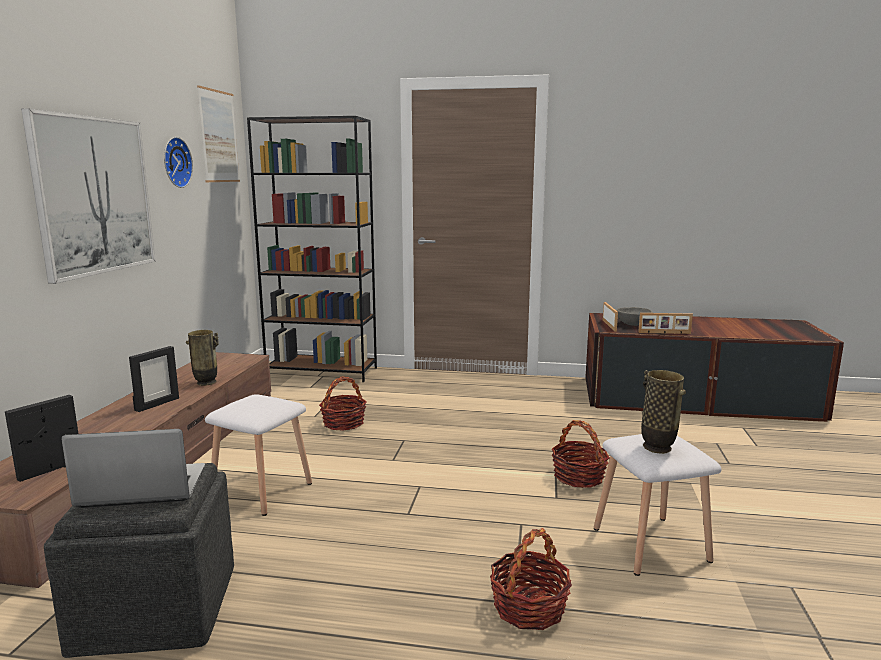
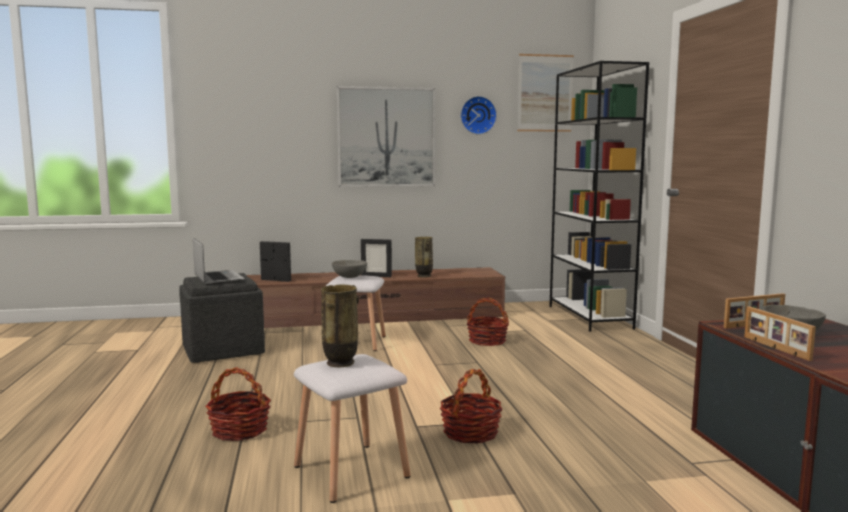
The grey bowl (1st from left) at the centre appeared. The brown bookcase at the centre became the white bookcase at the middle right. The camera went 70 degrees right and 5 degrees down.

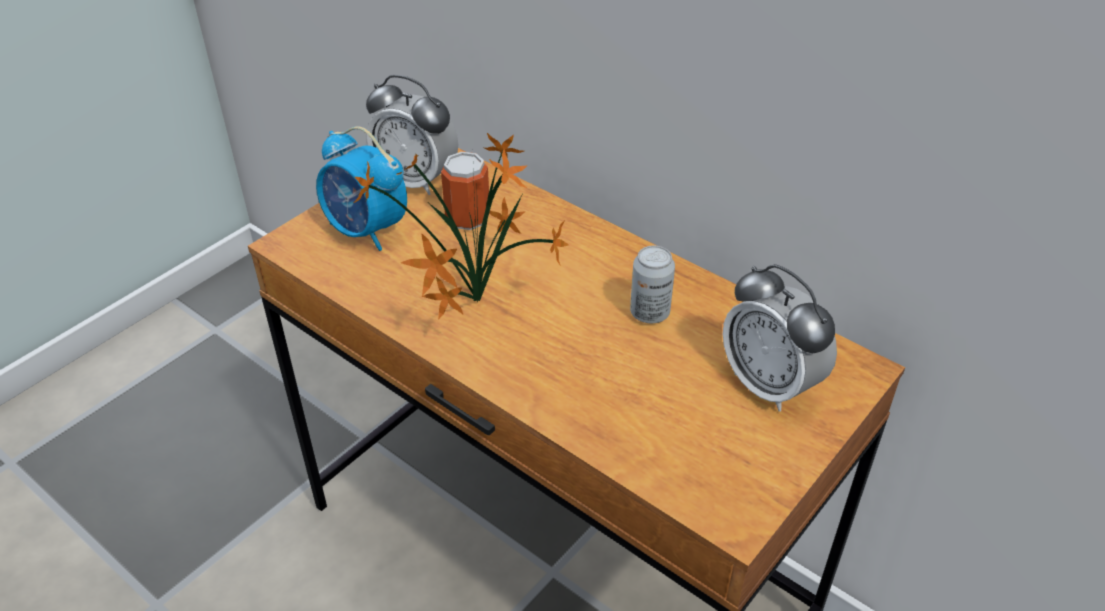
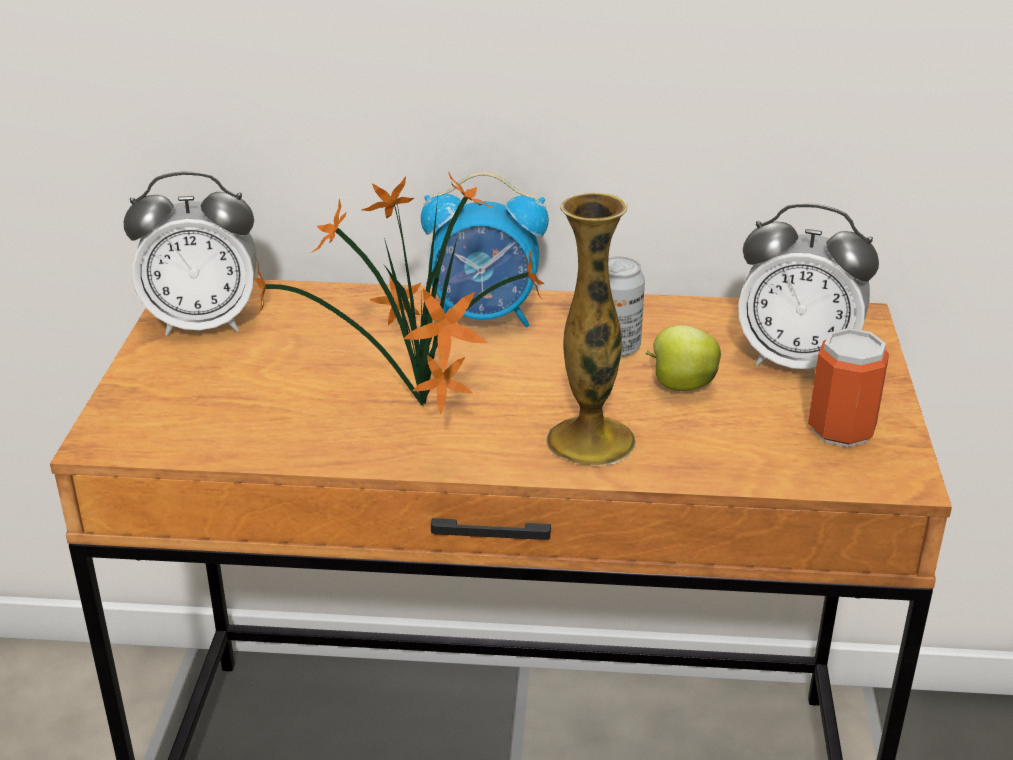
The alarm clock (1st from left in the first image) moved from the top left to the top centre. The vase at the centre appeared. The apple at the middle right appeared. The can (1st from left in the first image) moved from the top centre to the middle right. The camera went 35 degrees left and 10 degrees down.

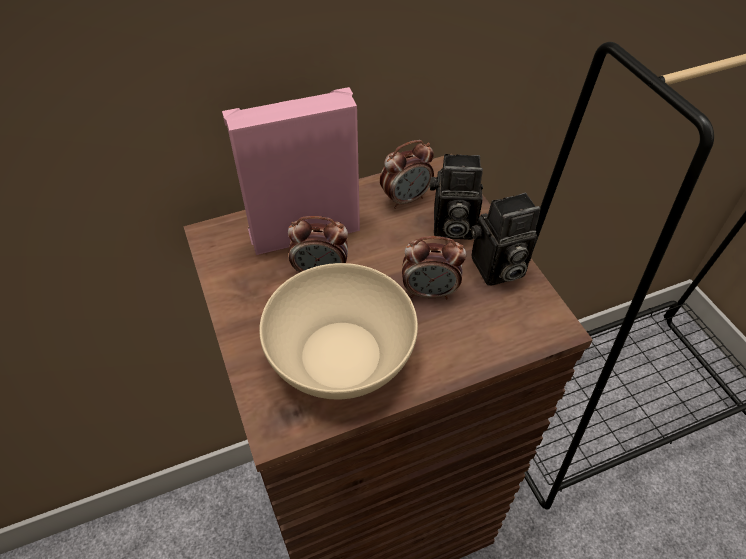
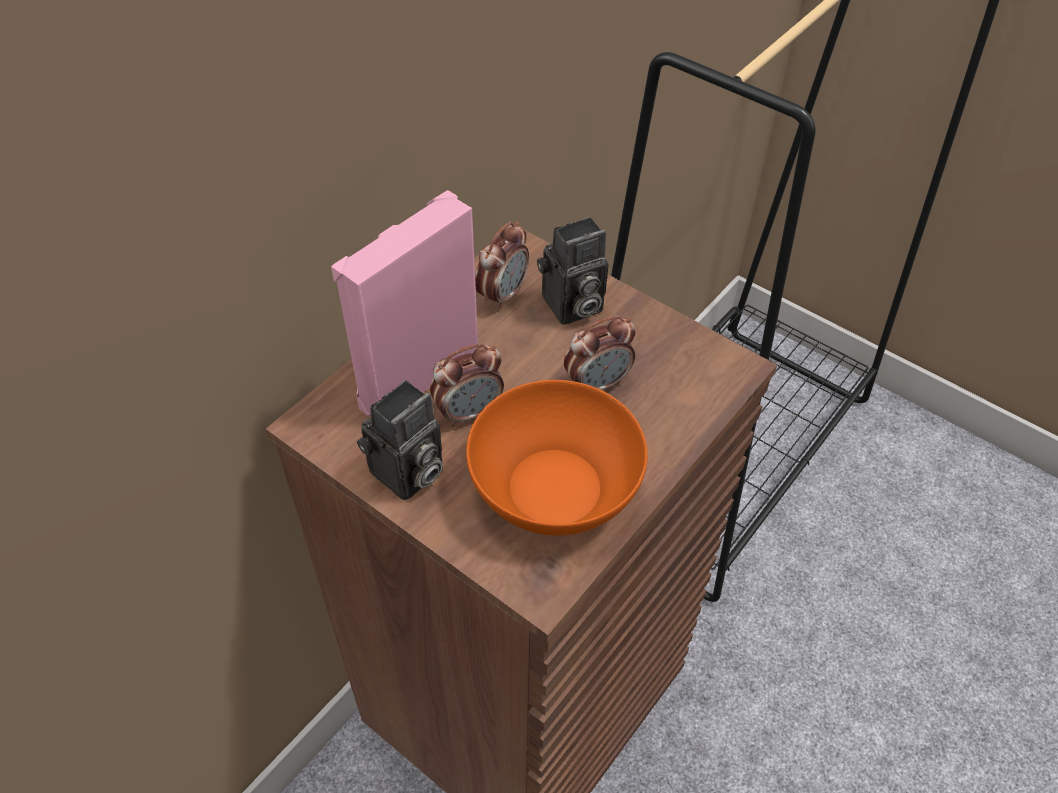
The photo camera (2nd from left in the first image) moved from the middle right to the centre. The beige bowl at the centre became the orange bowl at the centre. The camera went 30 degrees left and 0 degrees up.

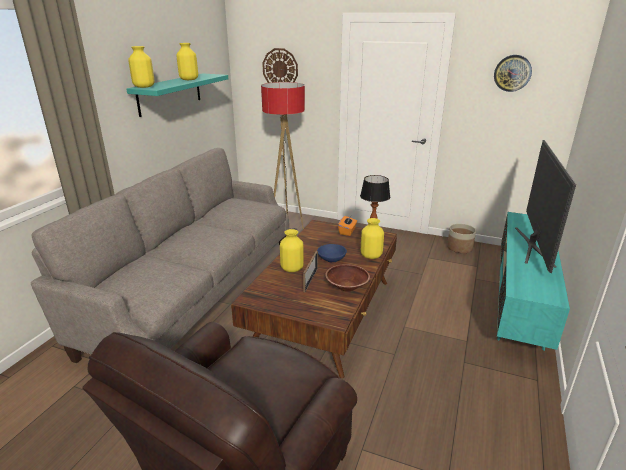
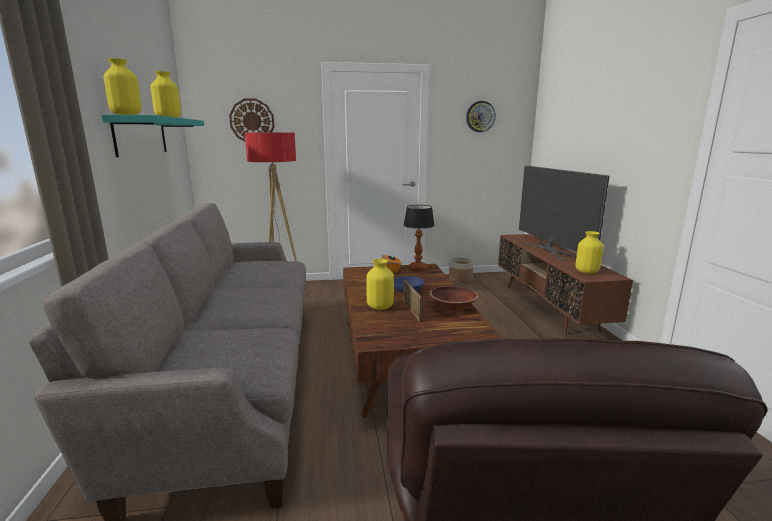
The turquoise tv stand at the middle right became the brown tv stand at the middle right. The yellow vase (4th from left) moved from the centre to the middle right. The camera went 30 degrees left and 10 degrees down.

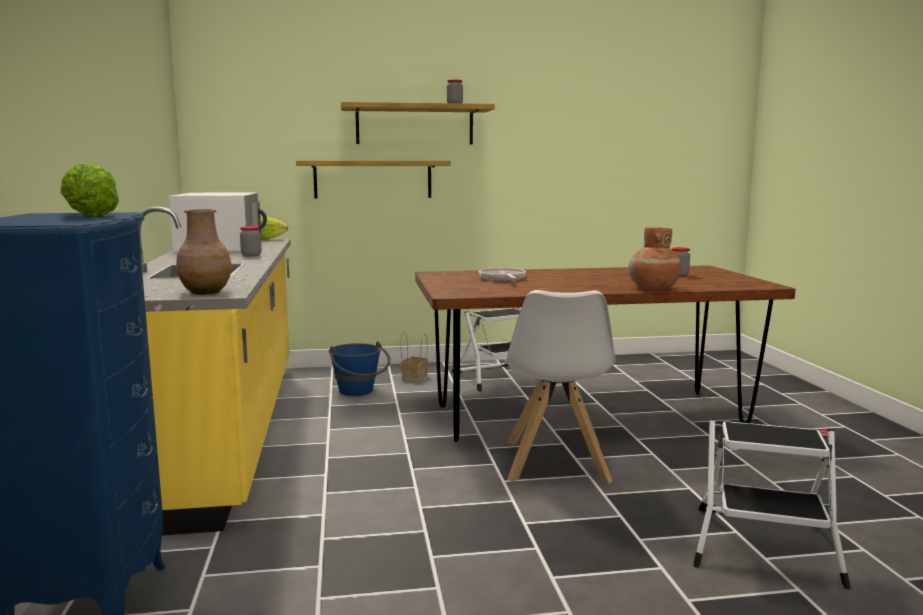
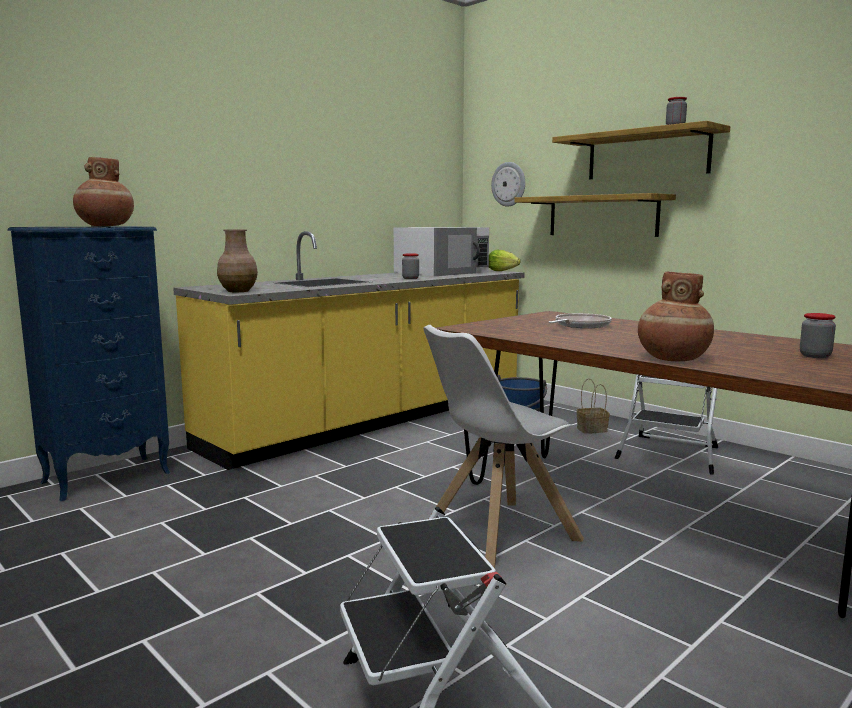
The lettuce (1st from left) at the top left was replaced by the brown vase (1st from left) at the top left. The wall clock at the top centre appeared. The camera went 55 degrees right and 0 degrees up.

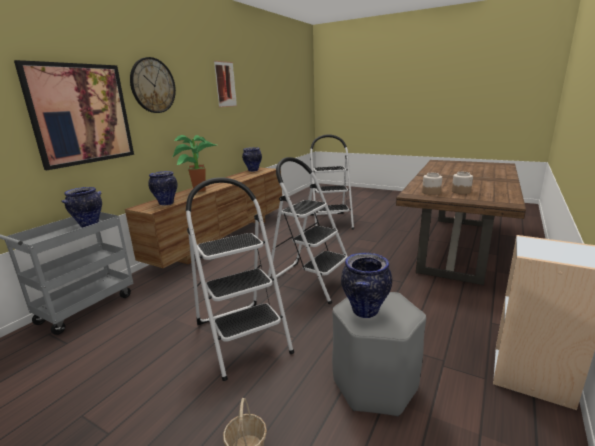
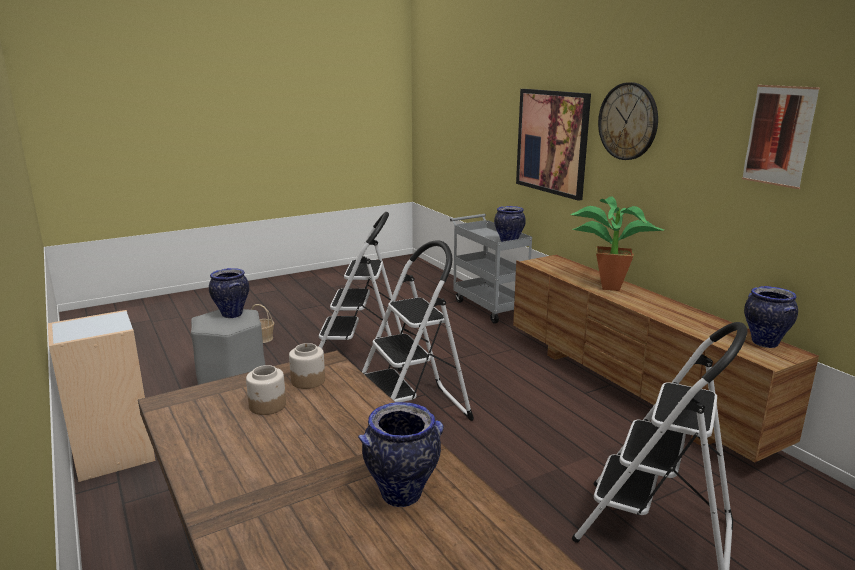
The vase (2nd from left) moved from the middle left to the bottom centre. The camera went 120 degrees right and 0 degrees up.

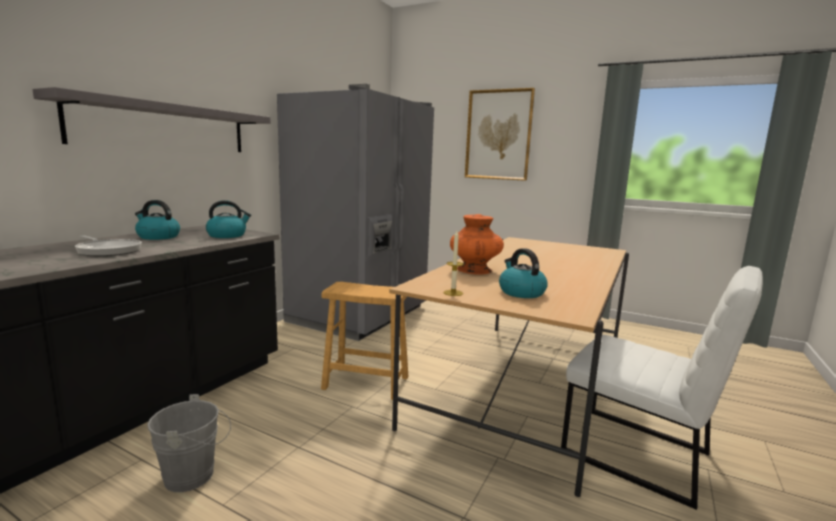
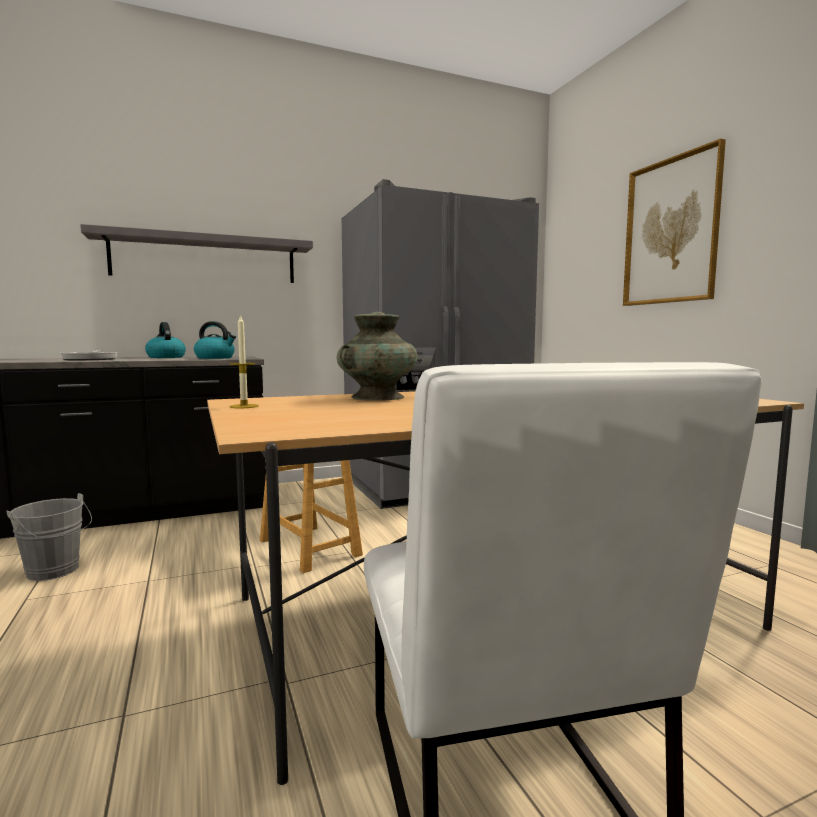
The orange vase at the centre became the turquoise vase at the centre. The kettle (3rd from left) at the centre disappeared. The camera went 40 degrees right and 5 degrees down.

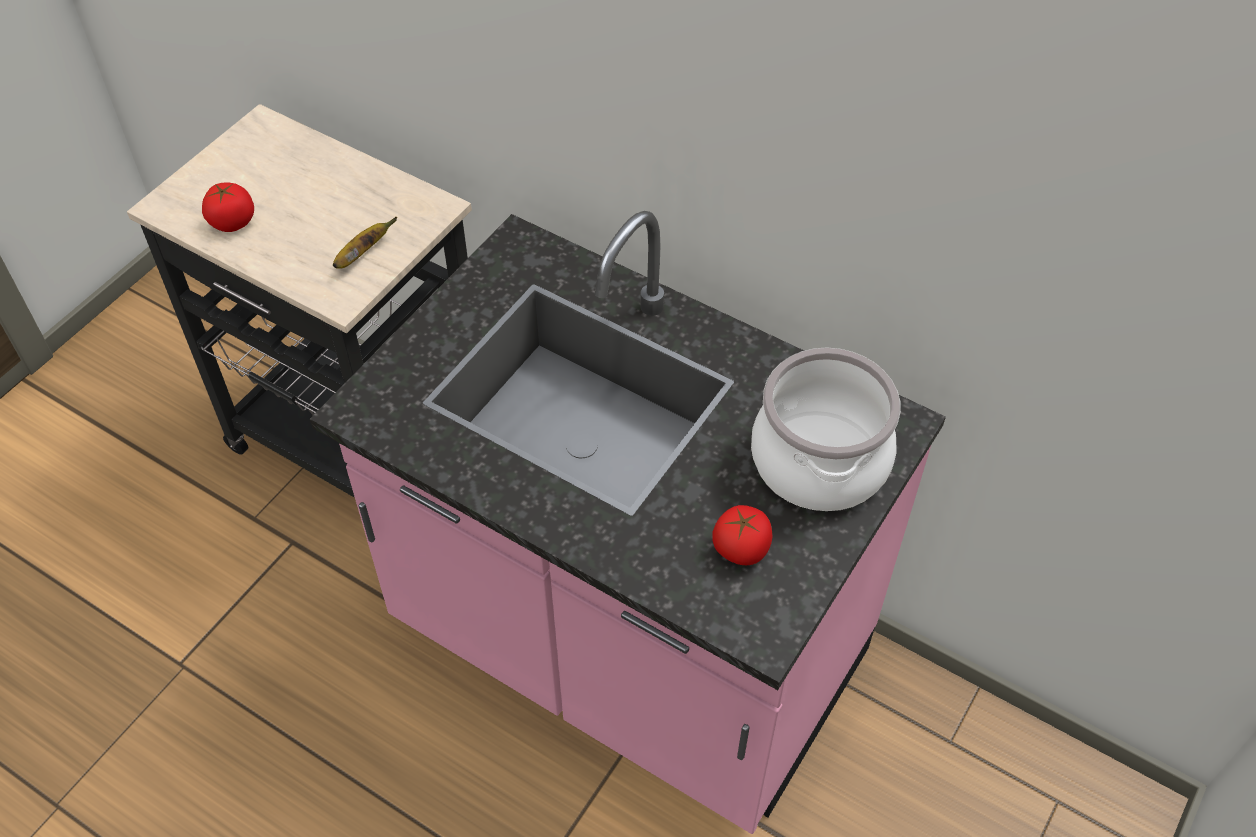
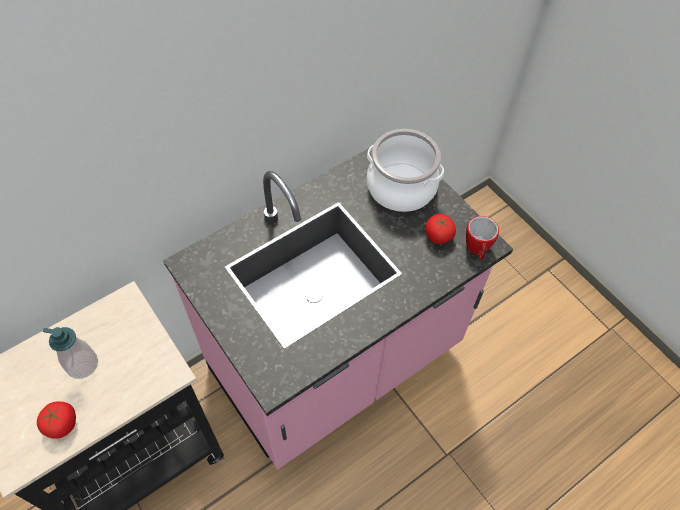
The soap dispenser at the bottom left appeared. The mug at the middle right appeared. The banana at the top left disappeared. The camera went 70 degrees left and 5 degrees up.

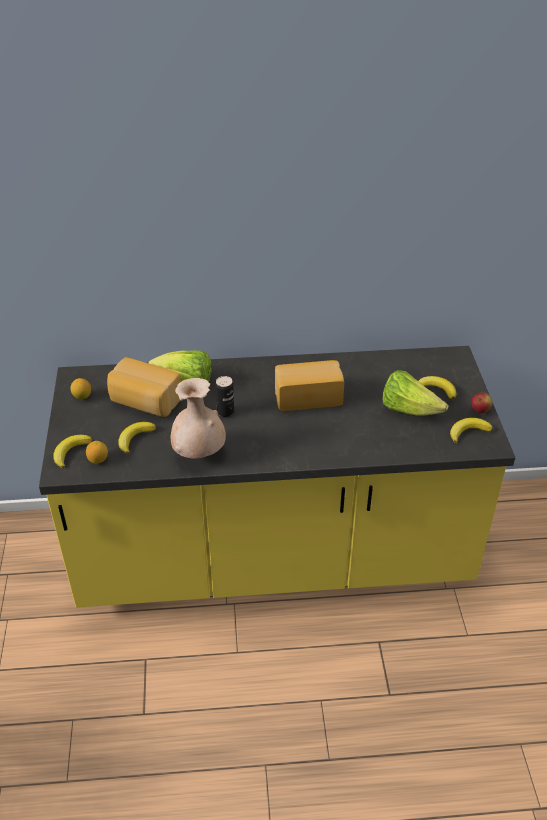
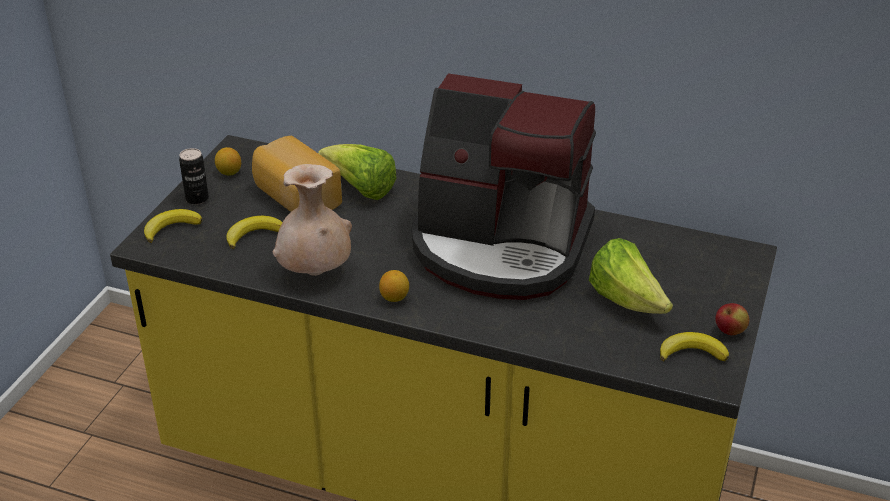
The can moved from the centre to the middle left. The lemon (2nd from left) moved from the middle left to the centre. The bread (2nd from left) at the centre was replaced by the coffee machine at the centre. The banana (3rd from left) at the middle right disappeared. The camera went 25 degrees right and 5 degrees down.

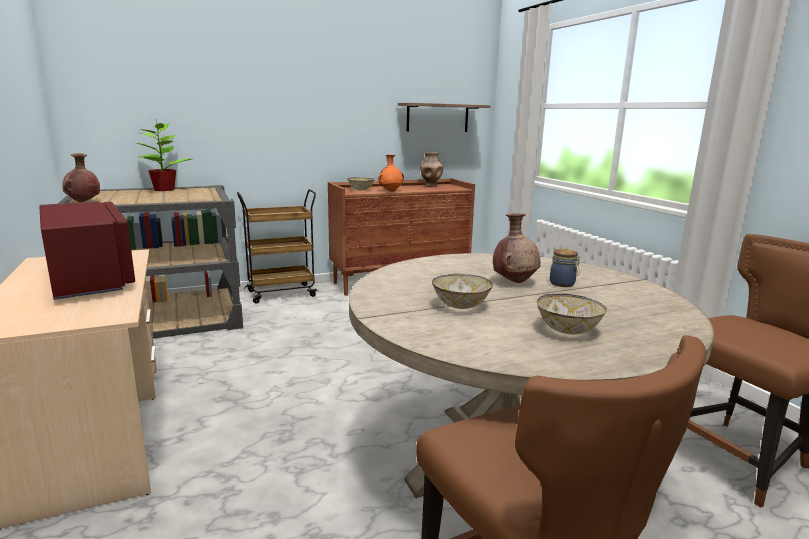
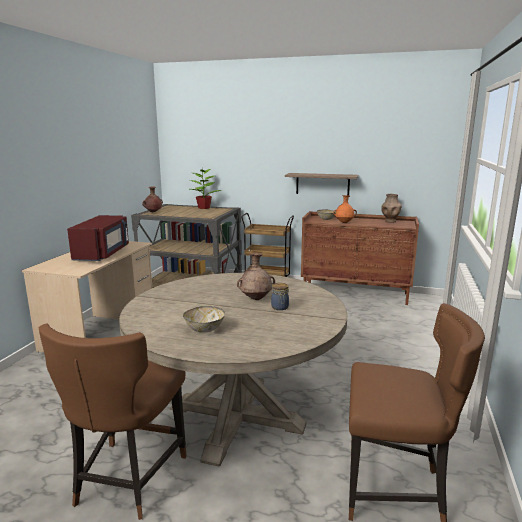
The shelf moved from the top centre to the centre. The bowl (2nd from left) at the centre disappeared. The camera went 40 degrees right and 0 degrees up.

